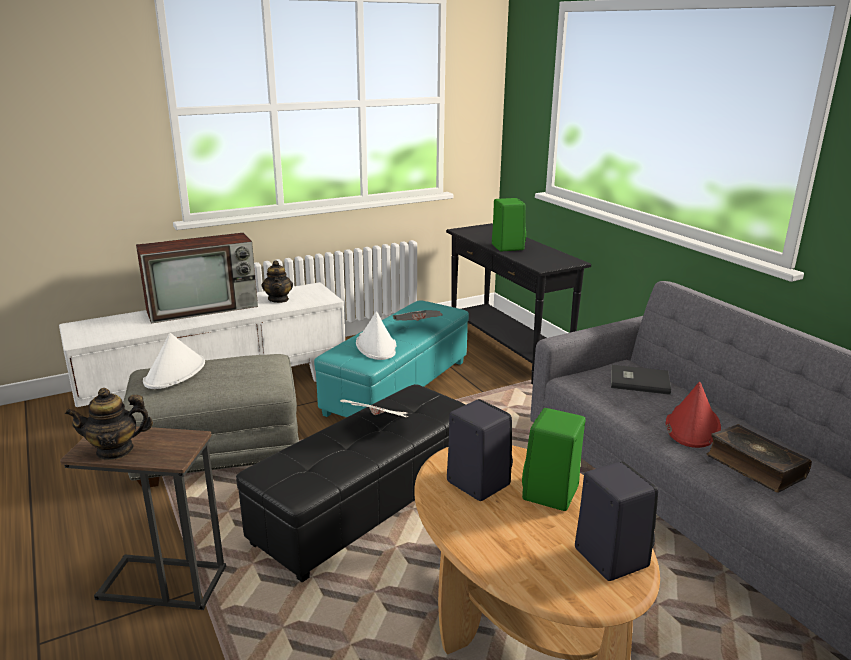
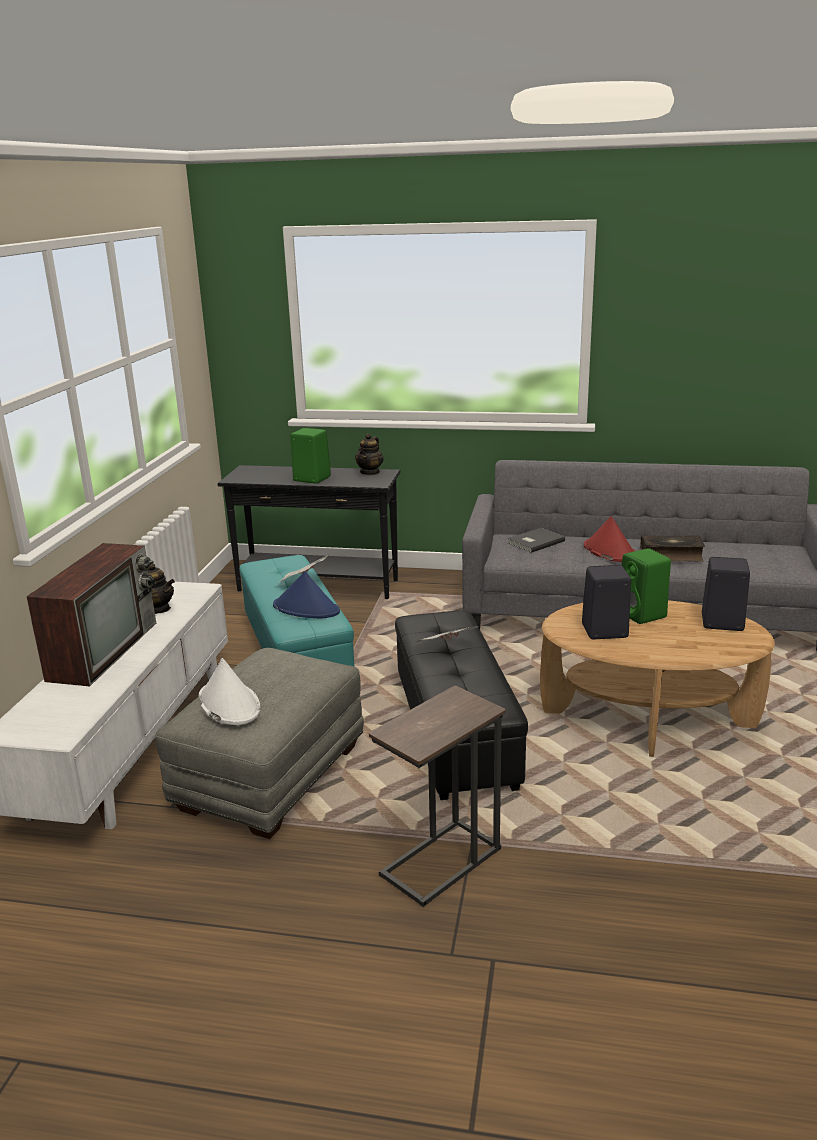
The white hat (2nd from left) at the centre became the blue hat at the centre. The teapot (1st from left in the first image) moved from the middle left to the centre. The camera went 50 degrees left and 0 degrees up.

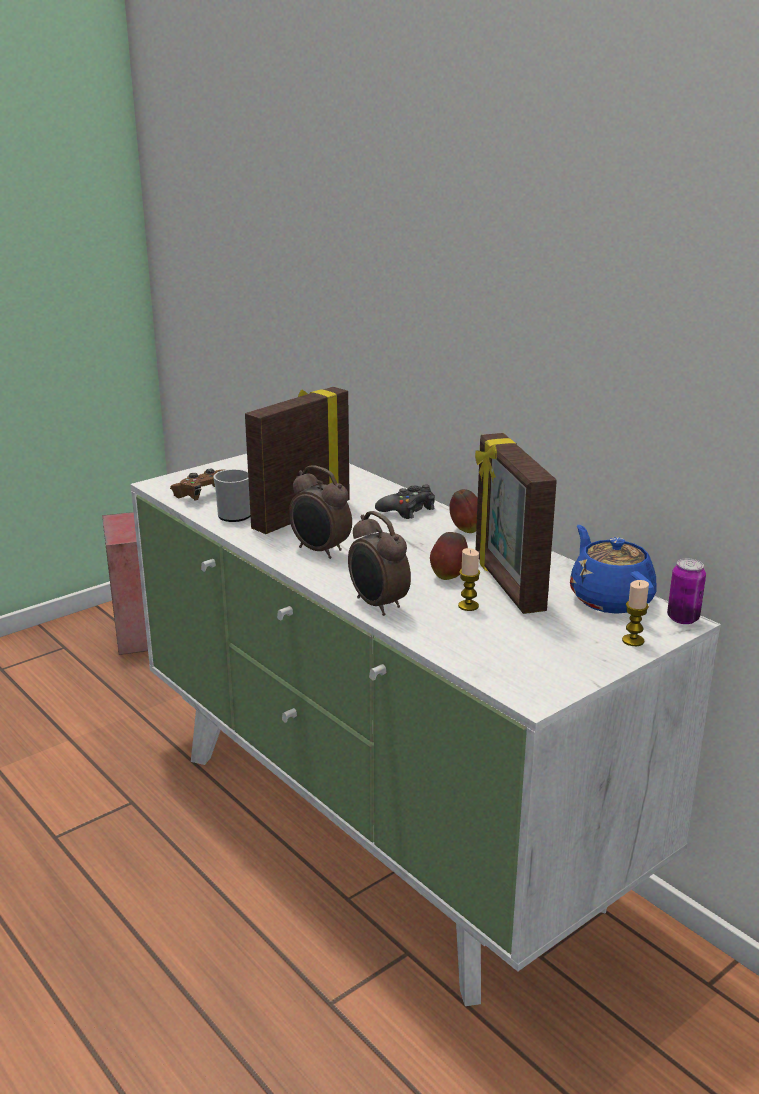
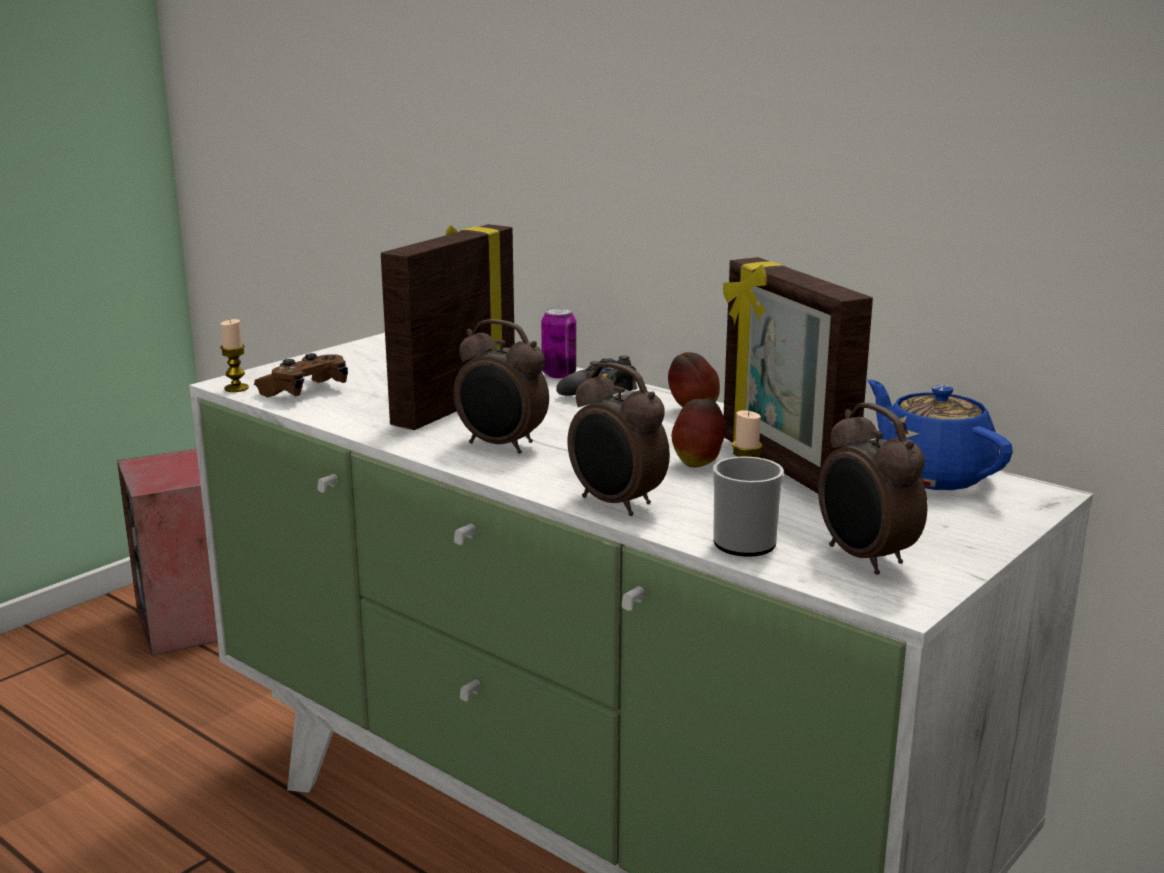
The candle (2nd from left in the first image) moved from the middle right to the middle left. The can moved from the middle right to the centre. The mug moved from the middle left to the centre. The alarm clock (3rd from left) at the middle right appeared. The camera went 10 degrees left and 5 degrees down.

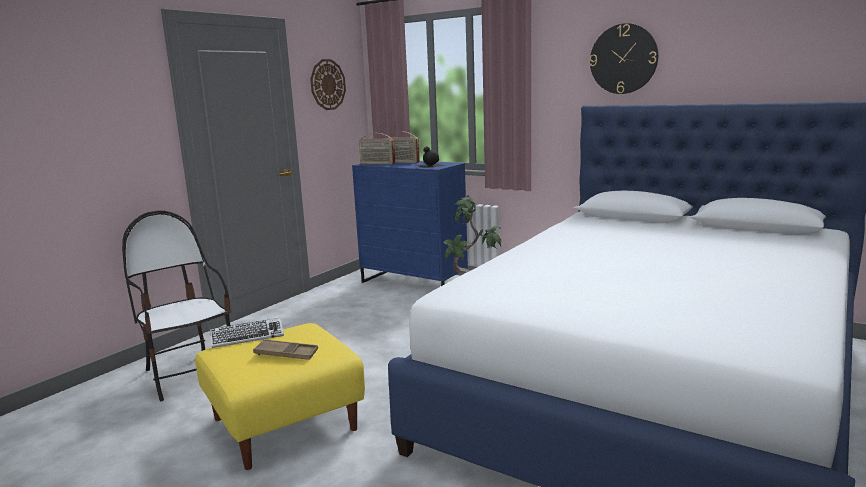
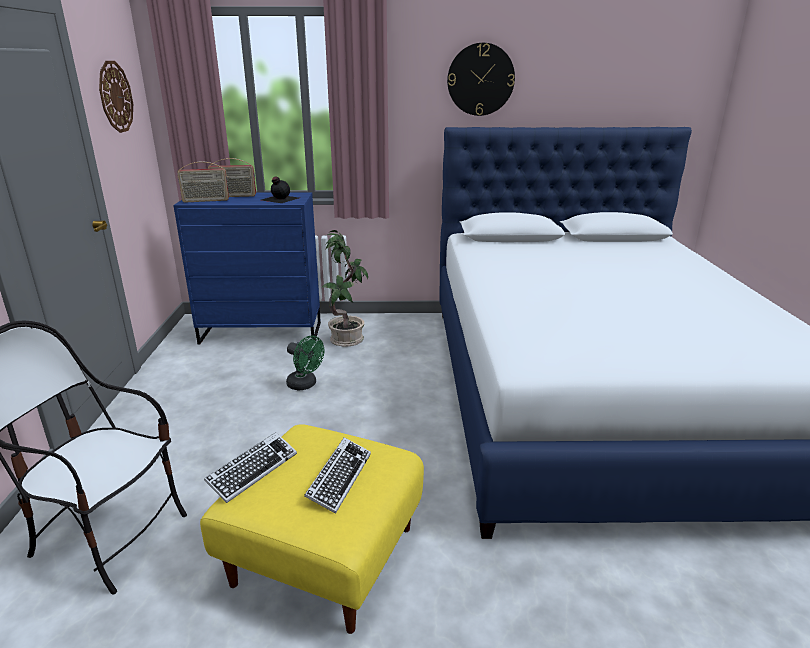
The green fan at the centre appeared. The brown tray at the bottom left was replaced by the keyboard (2nd from left) at the bottom centre. The camera went 35 degrees left and 10 degrees up.

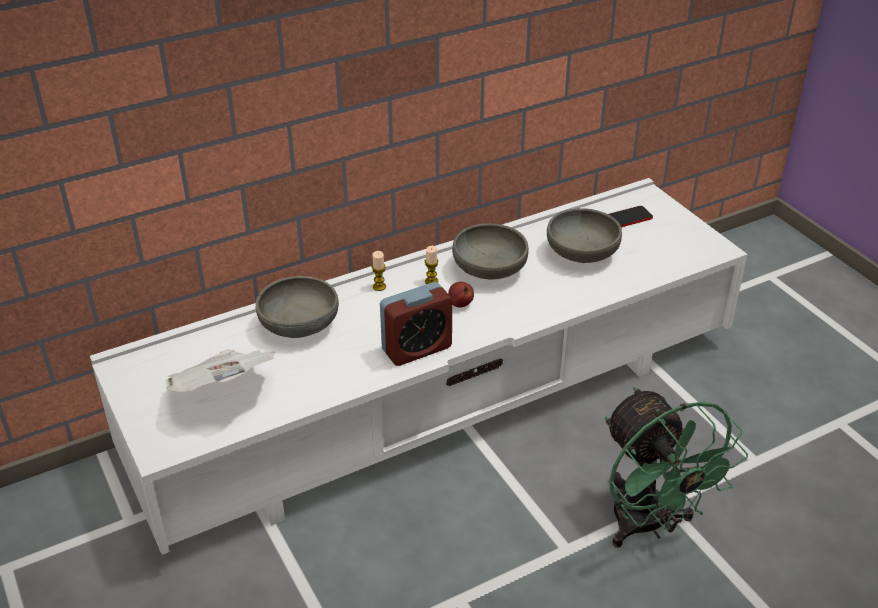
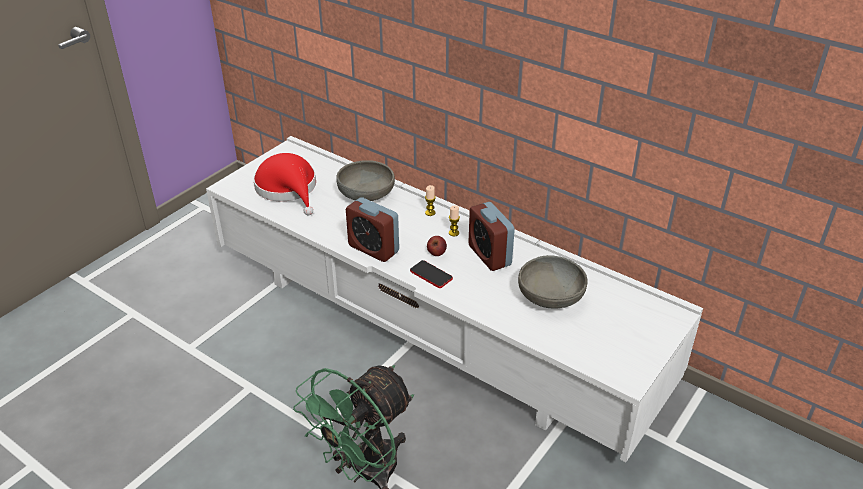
The newspaper at the middle left was replaced by the red hat at the middle left. The phone moved from the middle right to the centre. The grey bowl (2nd from left) at the centre was replaced by the alarm clock (2nd from left) at the centre. The camera went 65 degrees right and 0 degrees up.

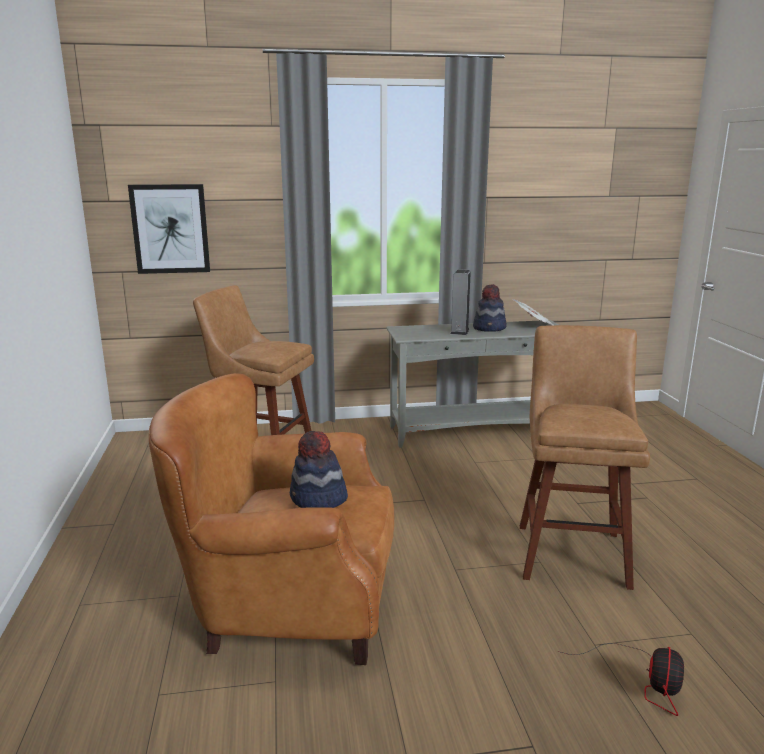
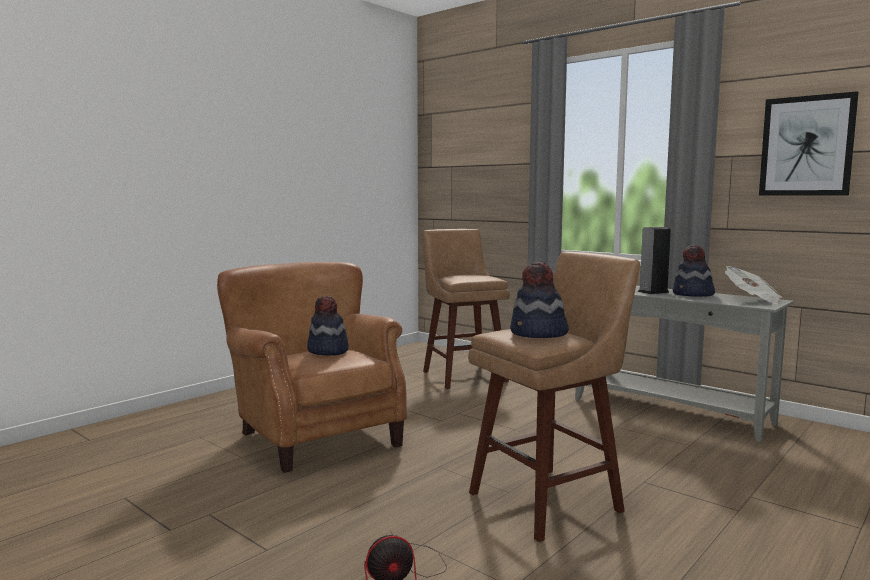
The hat (2nd from left) at the centre appeared. The picture moved from the top left to the top right. The camera went 50 degrees right and 10 degrees down.

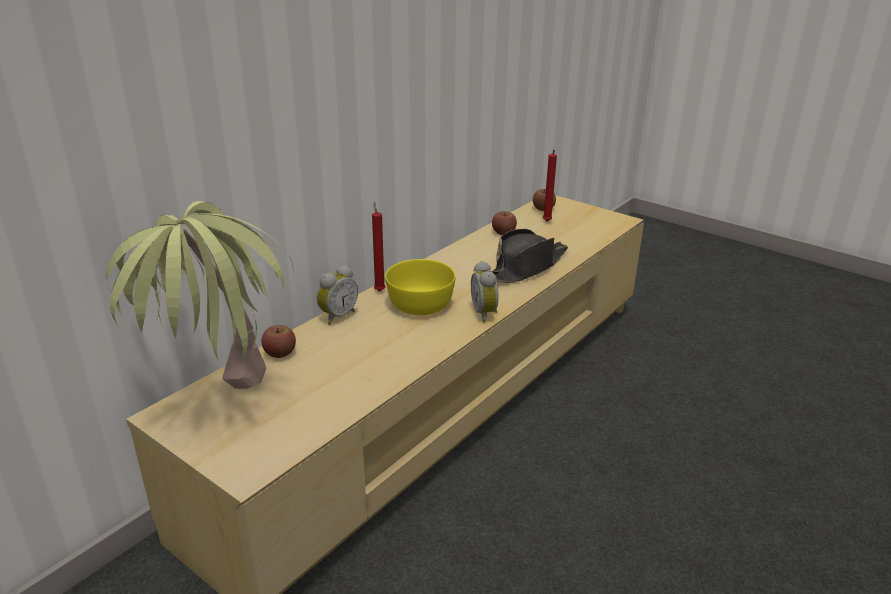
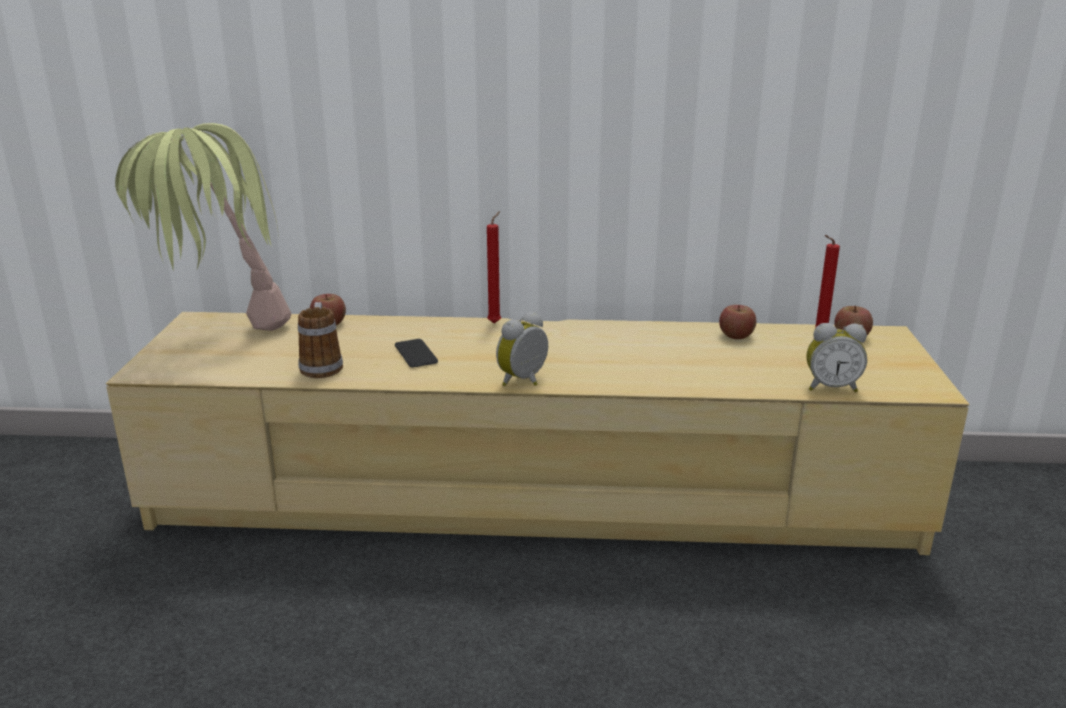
The mug at the middle left appeared. The phone at the centre appeared. The alarm clock (1st from left in the first image) moved from the centre to the middle right. The yellow bowl at the centre disappeared. The black hat at the centre disappeared. The camera went 55 degrees right and 5 degrees down.

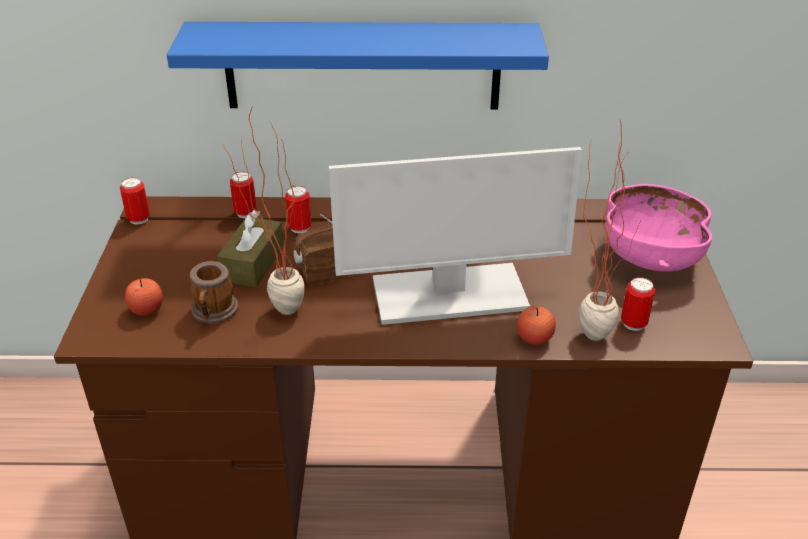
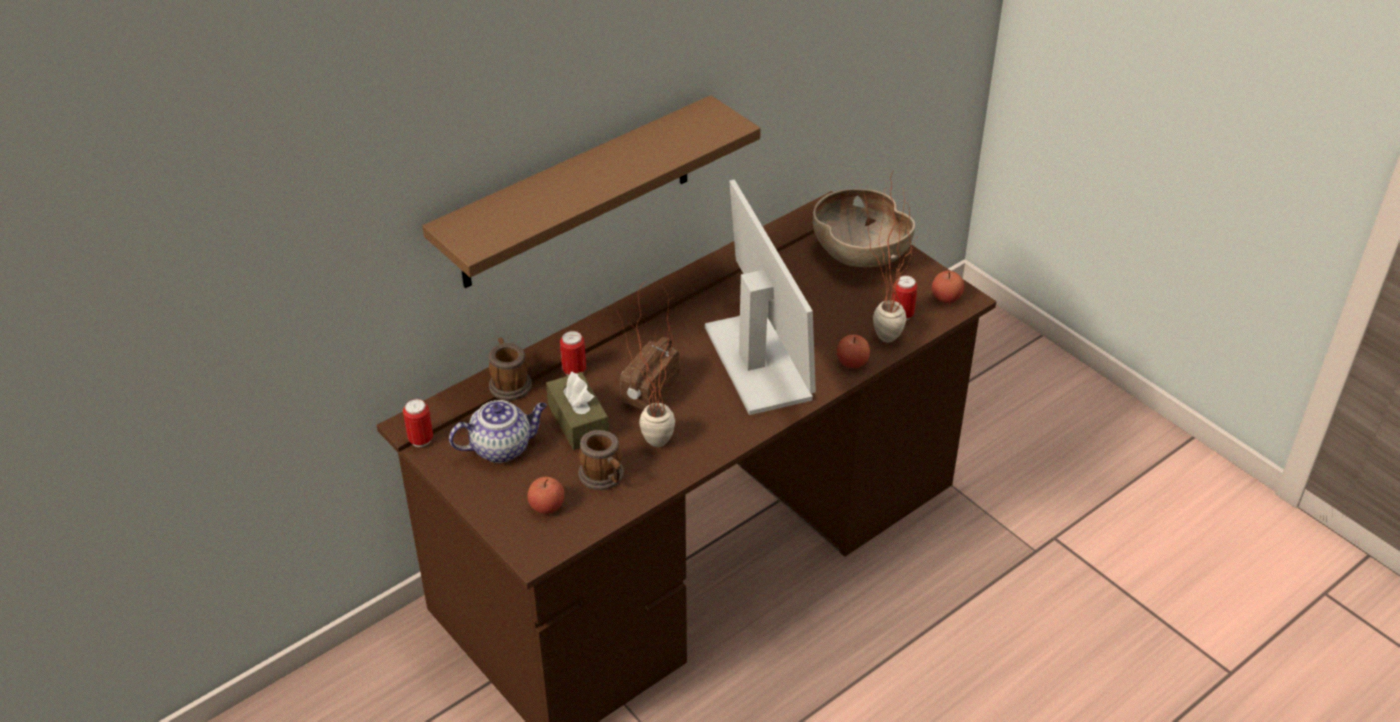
The blue shelf at the top centre became the brown shelf at the top centre. The teapot at the centre appeared. The can (2nd from left) at the middle left was replaced by the mug (1st from left) at the centre. The monitor at the centre turned 60 degrees counterclockwise. The pink bowl at the middle right became the brown bowl at the top centre. The apple (3rd from left) at the middle right appeared. The camera went 40 degrees left and 5 degrees up.

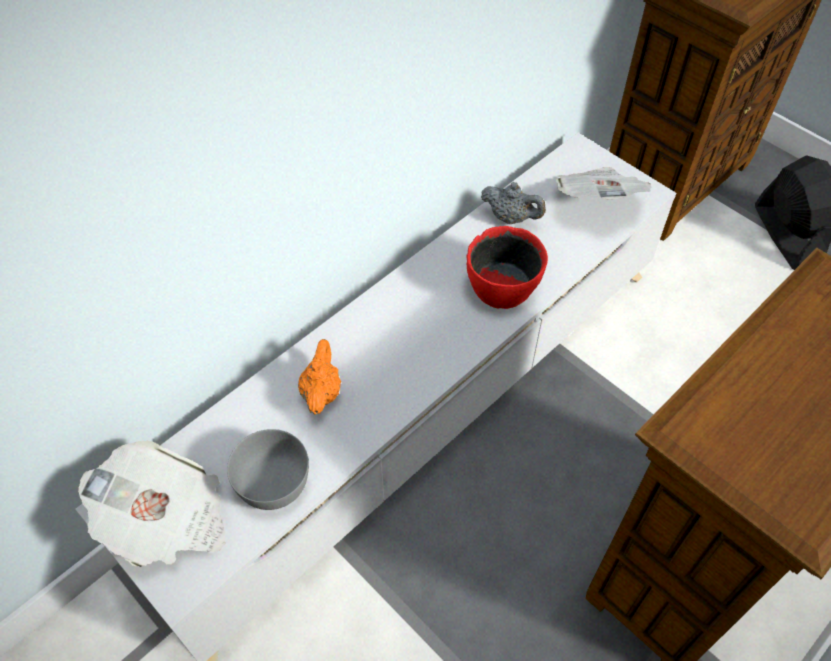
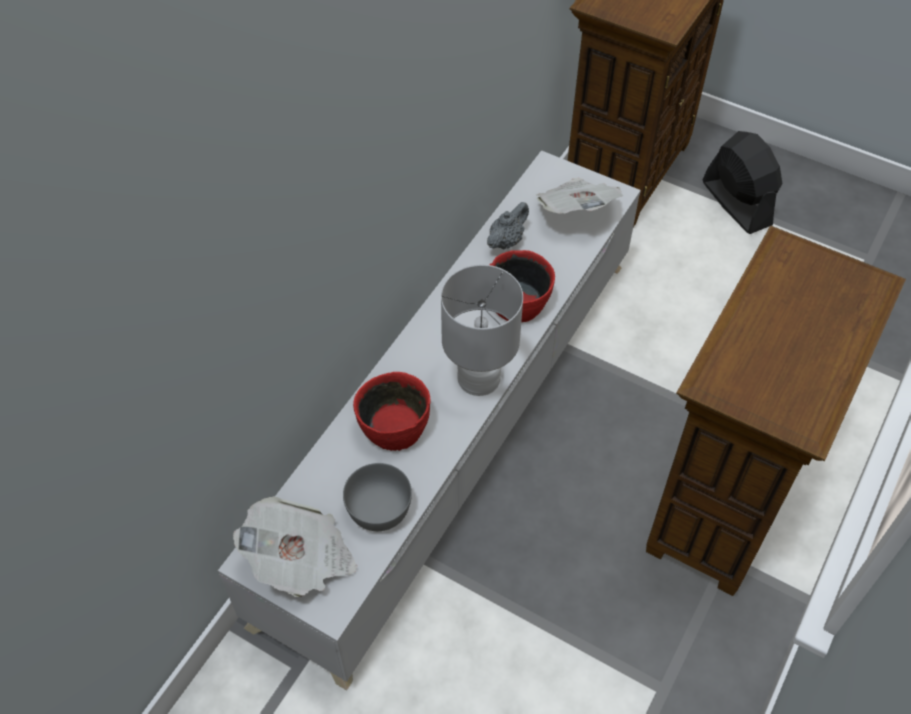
The orange teapot at the centre was replaced by the red bowl (1st from left) at the centre. The grey table lamp at the centre appeared. The grey teapot at the top centre turned 60 degrees counterclockwise. The camera went 15 degrees left and 0 degrees up.

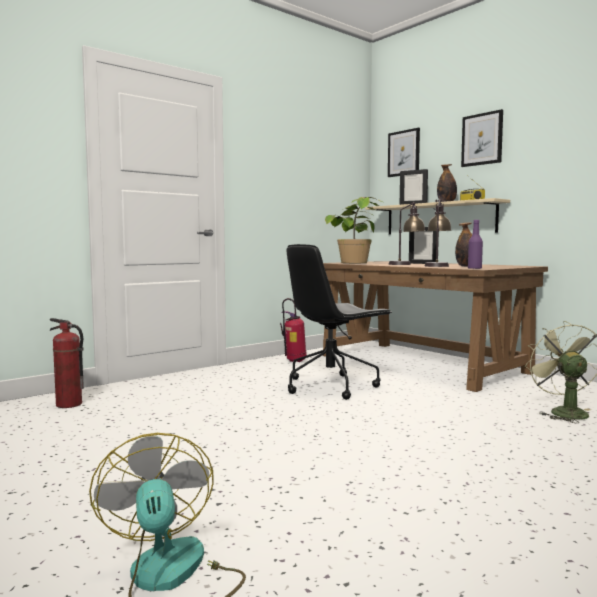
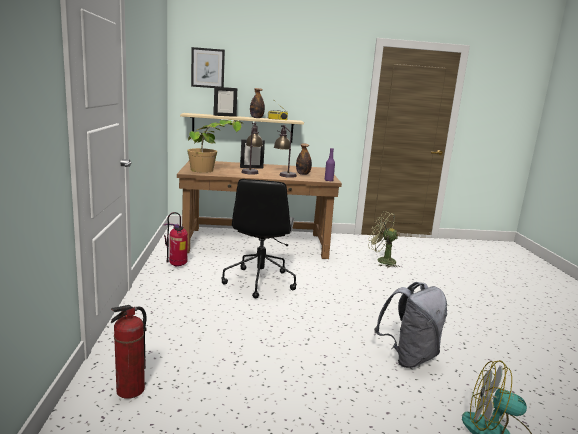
The grey backpack at the bottom right appeared. The picture (2nd from left) at the top right disappeared. The camera went 55 degrees left and 10 degrees up.

